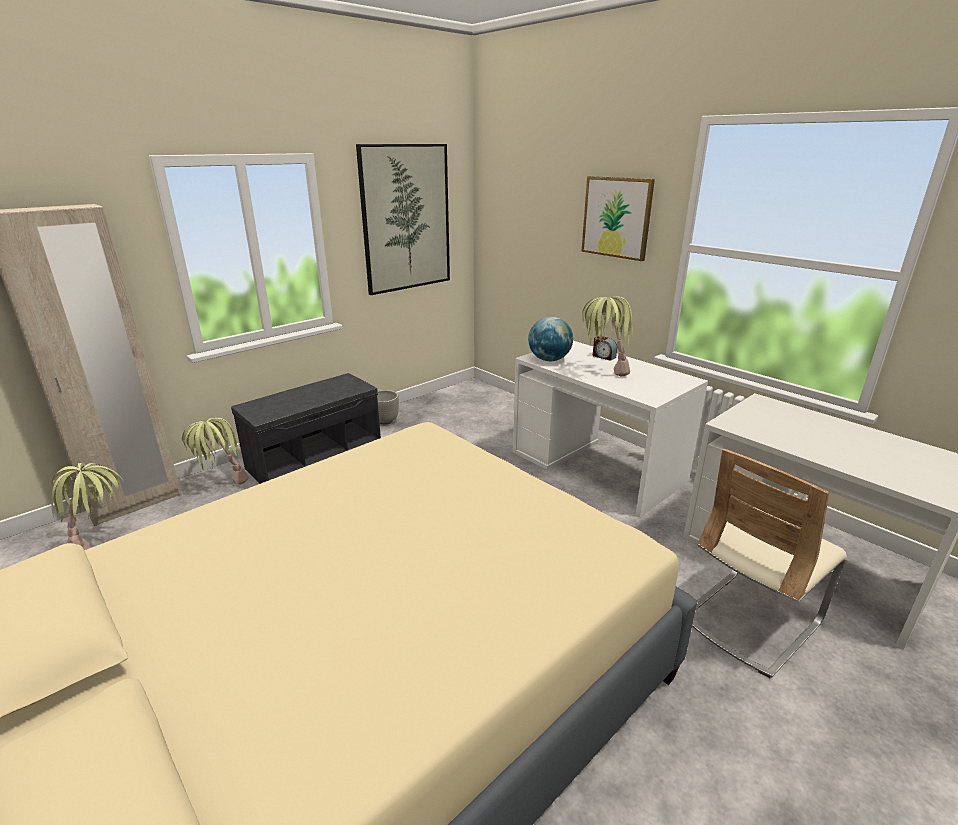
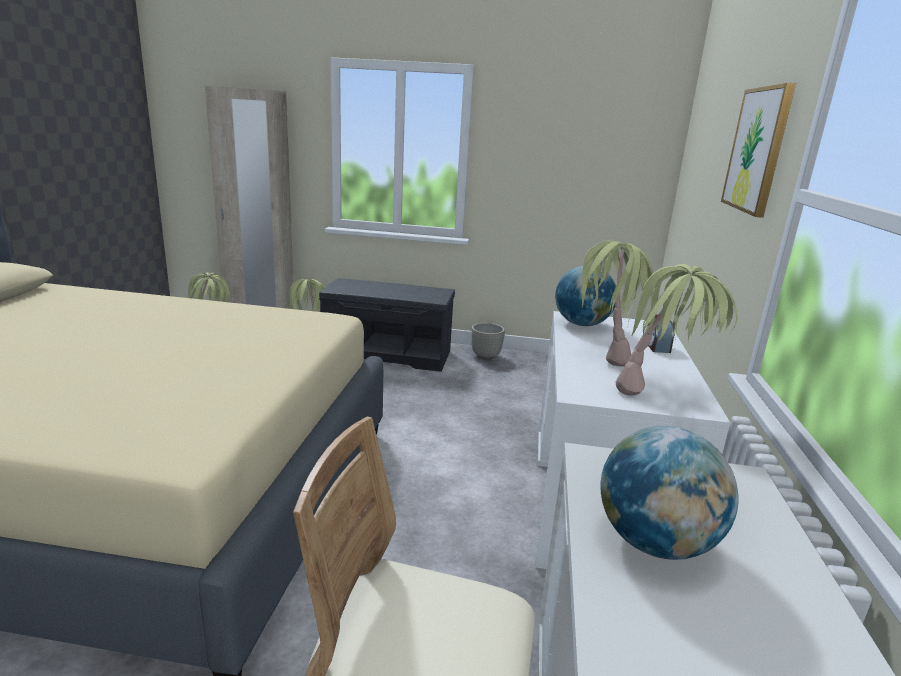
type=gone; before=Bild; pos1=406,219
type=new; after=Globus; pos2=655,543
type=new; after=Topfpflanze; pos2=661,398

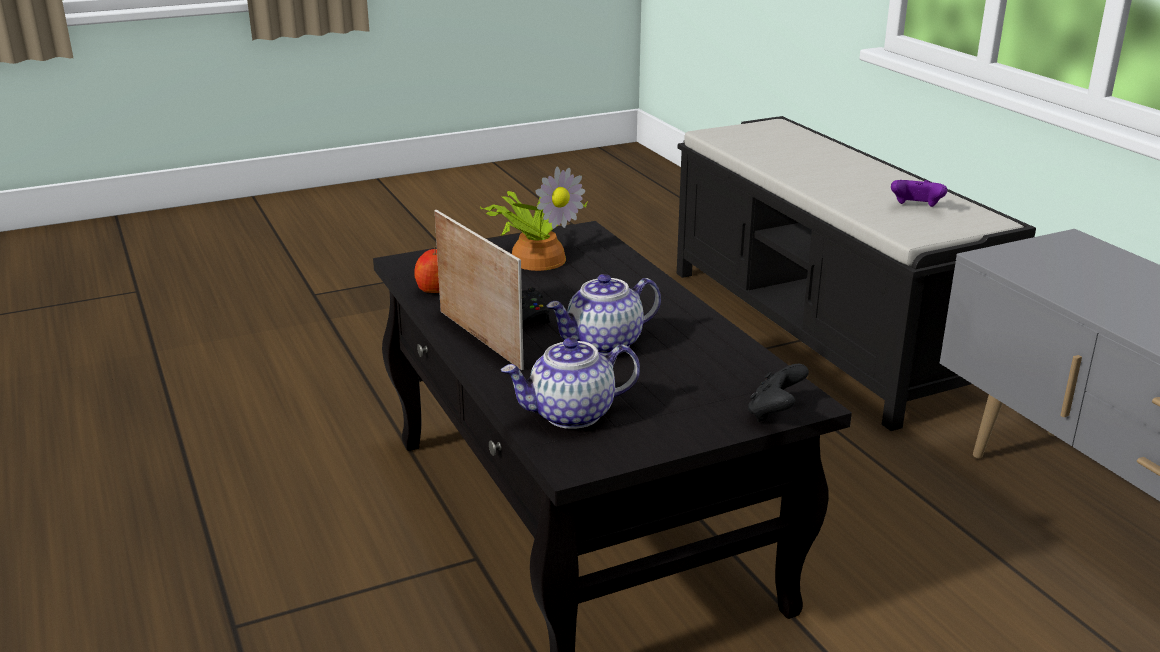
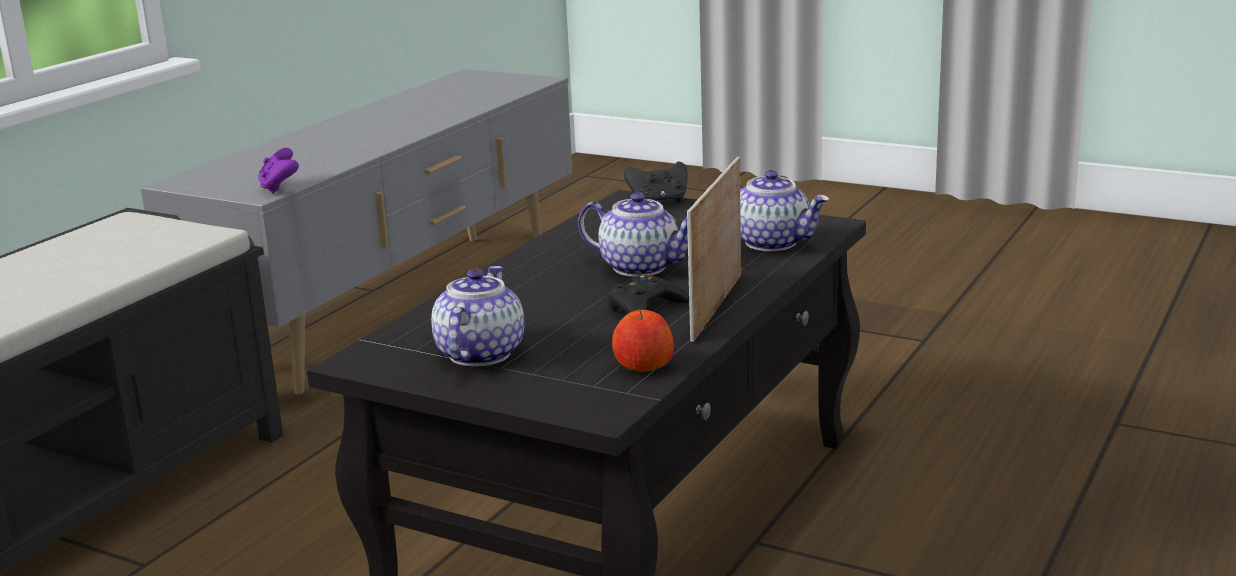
type=shifted; before=Gamepad [lila]; pos1=916,207; pos2=279,188
type=swapped; before=Topfpflanze; after=Teekanne; pos1=538,257; pos2=479,353

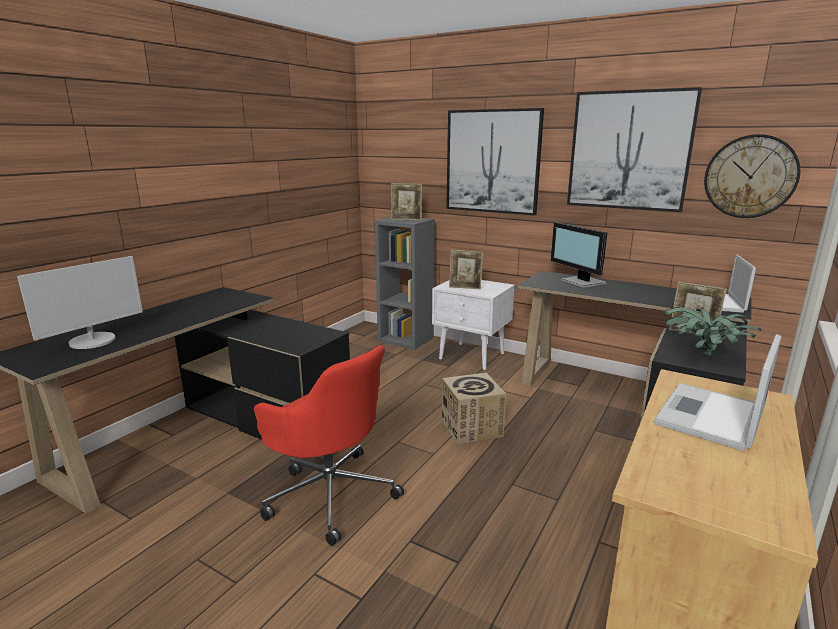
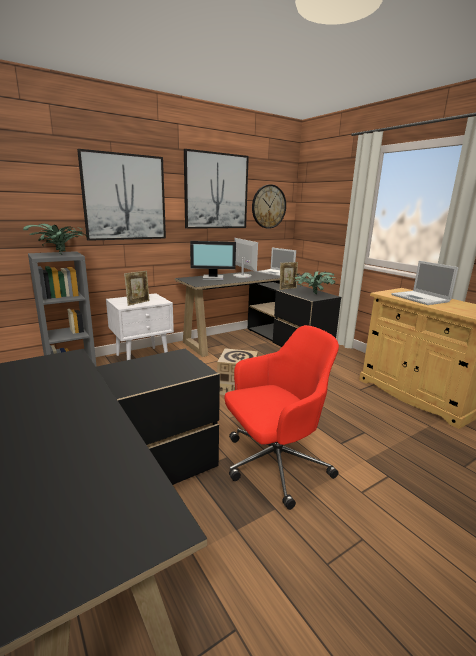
type=shifted; before=Monitor; pos1=93,341; pos2=242,276
type=swapped; before=Bilderrahmen; after=Topfpflanze; pos1=406,220; pos2=60,254

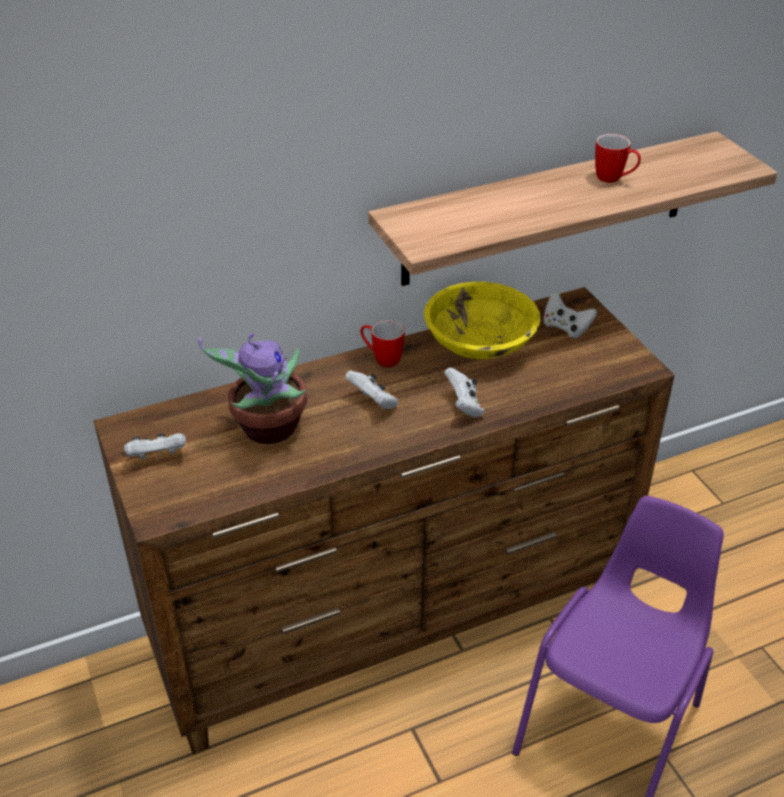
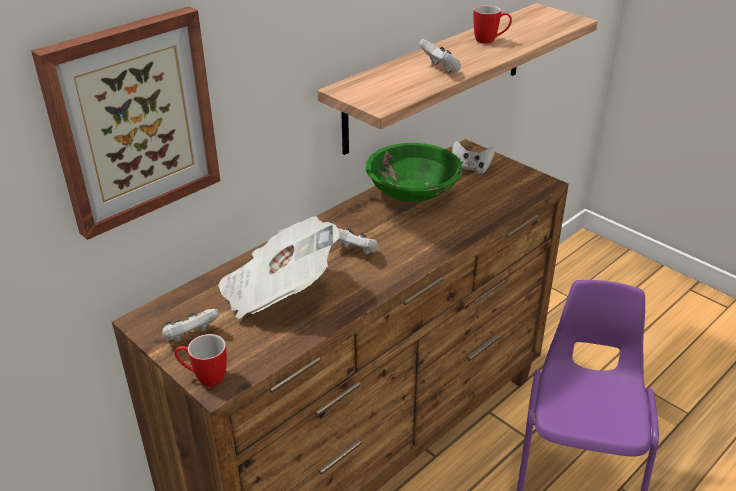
type=new; after=Bild; pos2=133,121
type=shifted; before=Henkelbecher; pos1=381,359; pos2=204,377
type=shifted; before=Gamepad [weiß]; pos1=464,406; pos2=440,69
type=swapped; before=Topfpflanze; after=Zeitung; pos1=267,429; pos2=278,292
type=repainted; before=Schüssel [gelb]; after=Schüssel [grün]; pos1=480,344; pos2=413,192

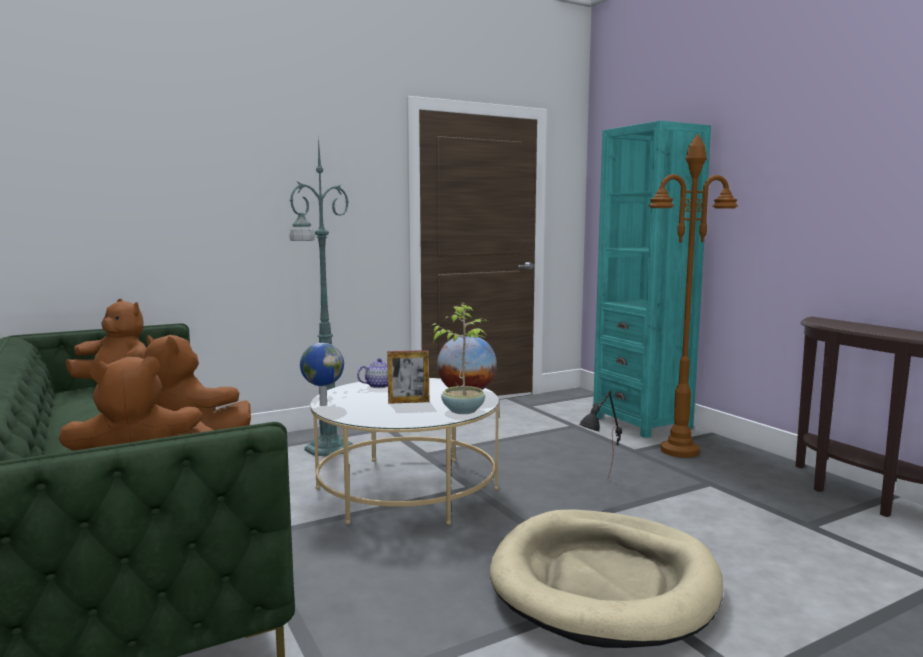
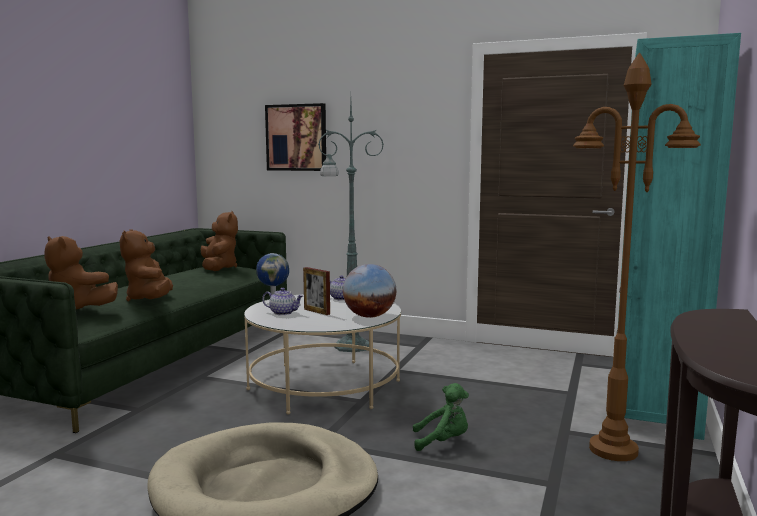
type=gone; before=Topfpflanze; pos1=463,410
type=new; after=Teekanne; pos2=283,313
type=new; after=Bild; pos2=296,137
type=swapped; before=Tischlampe [schwarz]; after=Plüschtier [grün]; pos1=601,488; pos2=443,442

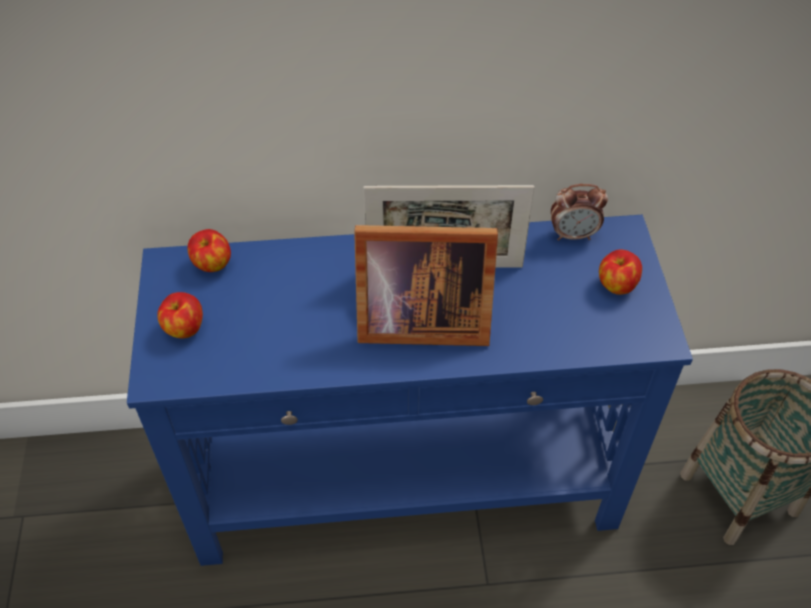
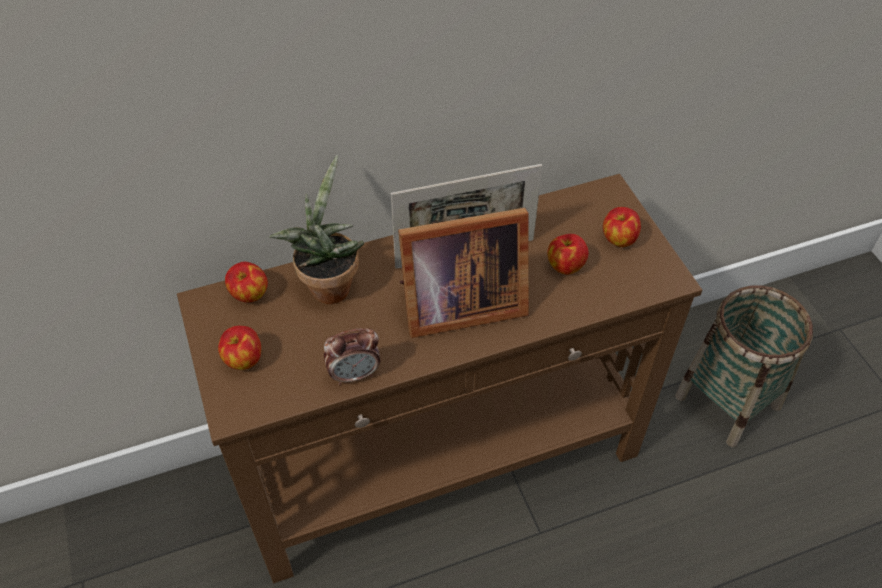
type=new; after=Topfpflanze; pos2=328,284
type=new; after=Apfel; pos2=565,266
type=shifted; before=Wecker; pos1=573,235; pos2=354,374
type=repainted; before=Konsolentisch [blau]; after=Konsolentisch [braun]; pos1=407,482; pos2=442,459

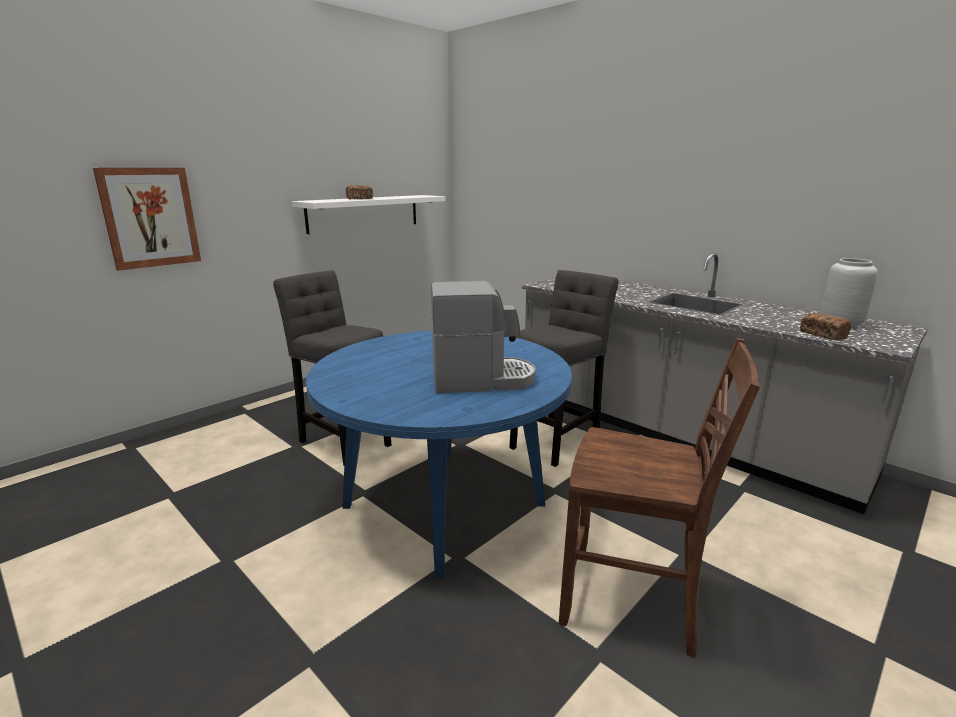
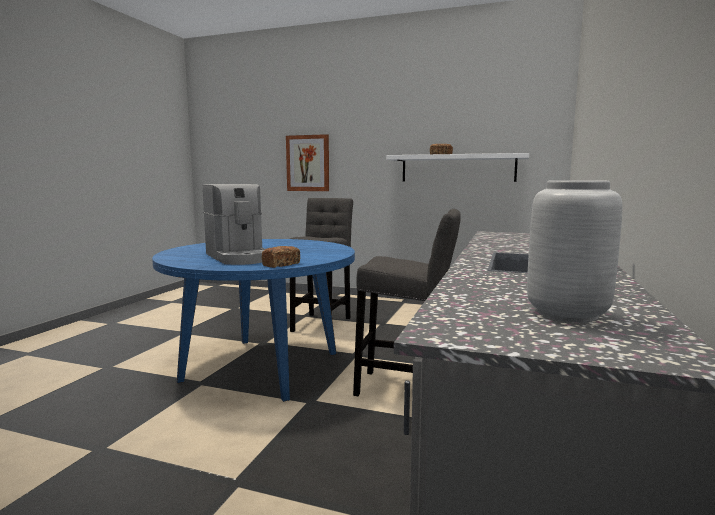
type=gone; before=Stuhl [braun]; pos1=632,603
type=shifted; before=Brot; pos1=822,334; pos2=281,264

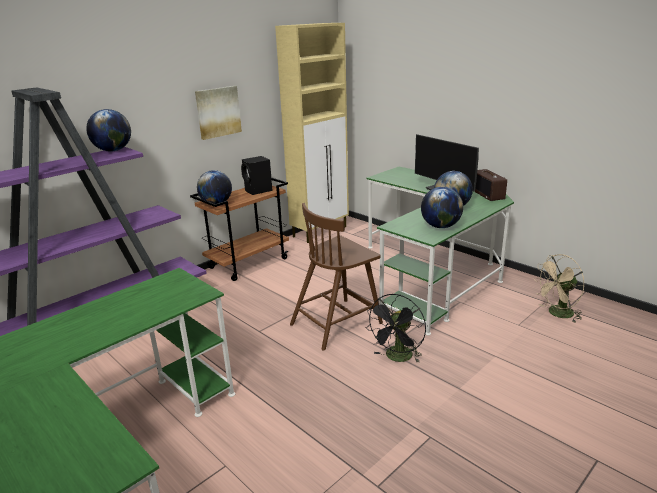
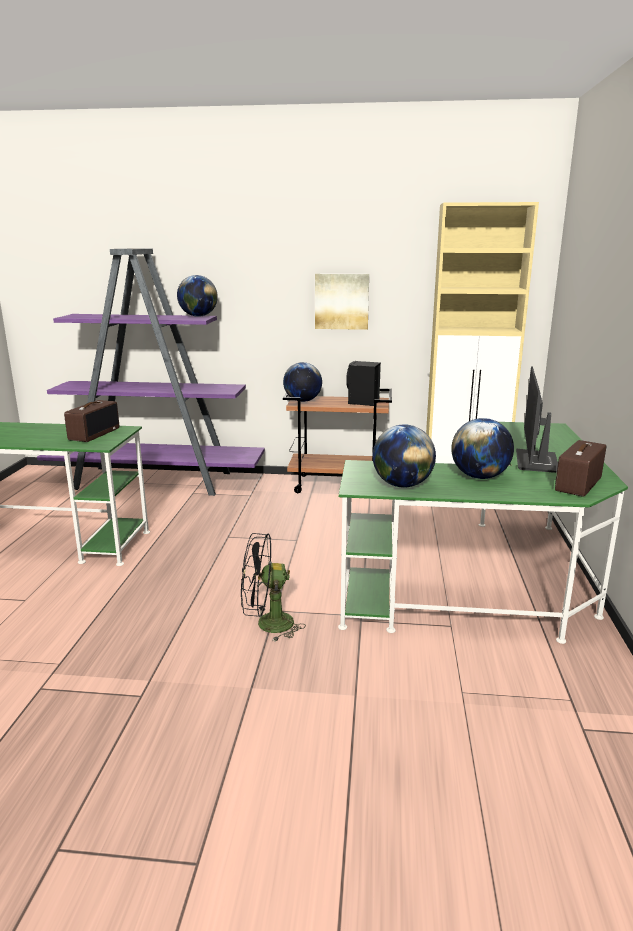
type=gone; before=Stuhl [braun]; pos1=337,323
type=gone; before=Ventilator [beige]; pos1=557,314
type=new; after=Radio; pos2=94,434

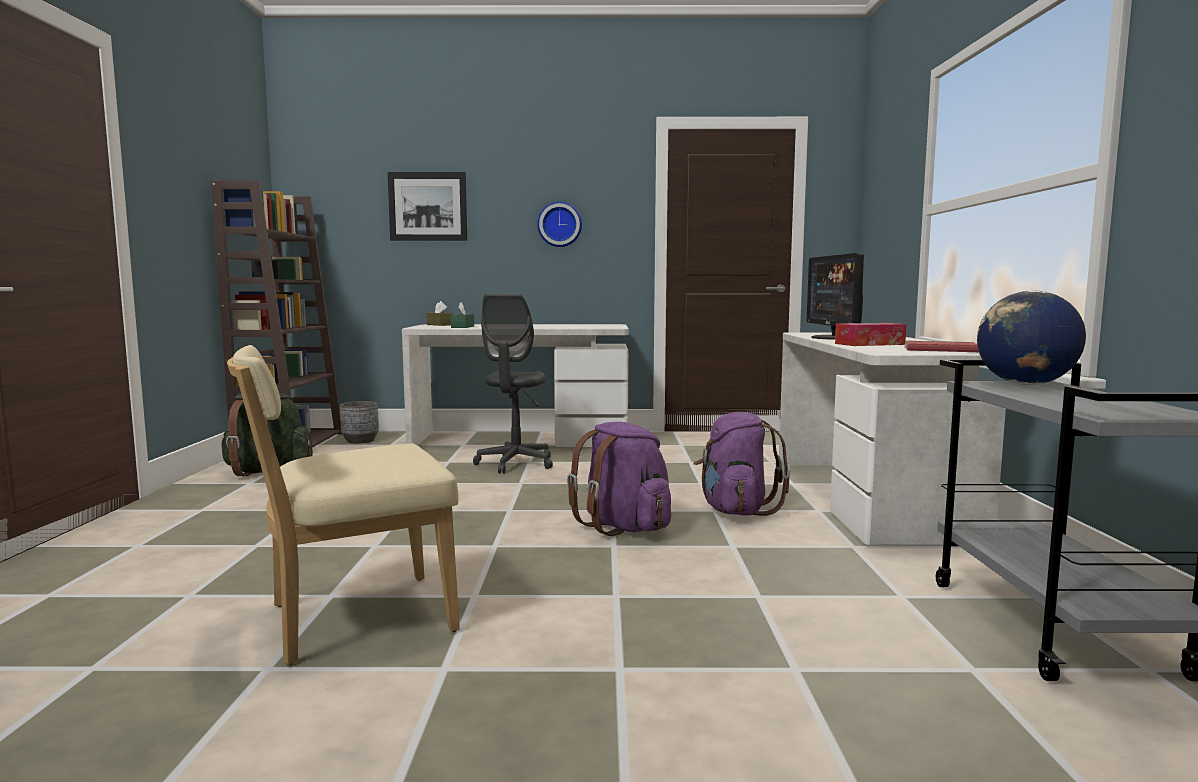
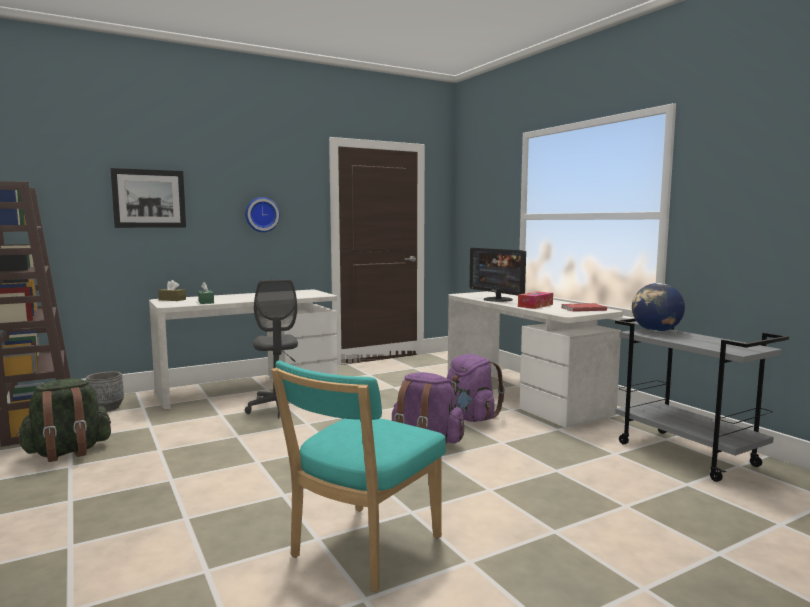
type=repainted; before=Stuhl [beige]; after=Stuhl [türkis]; pos1=351,619; pos2=361,550

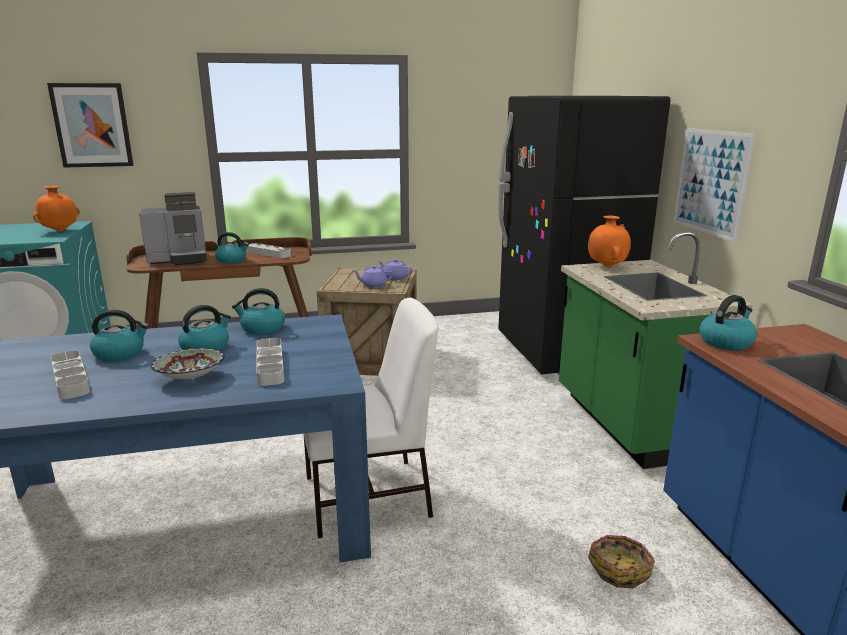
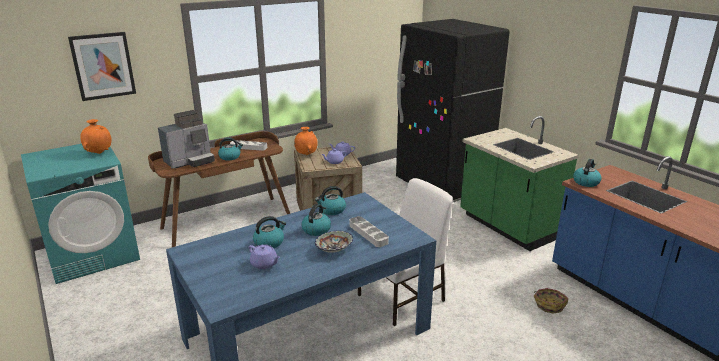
type=gone; before=Bild; pos1=711,182
type=shifted; before=Vase [orange]; pos1=606,266; pos2=306,155
type=swapped; before=Tablett [grau]; after=Teekanne [lila]; pos1=70,378; pos2=264,264

